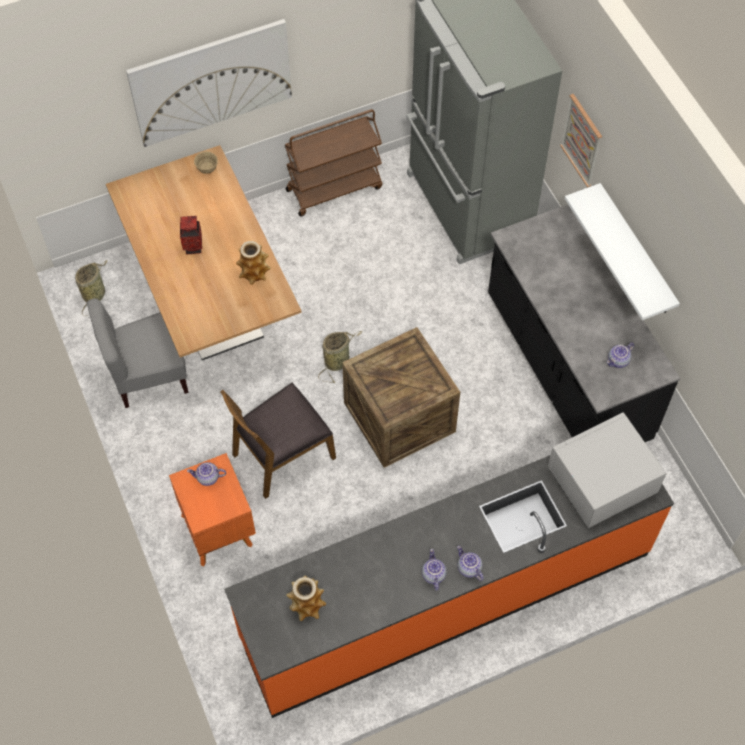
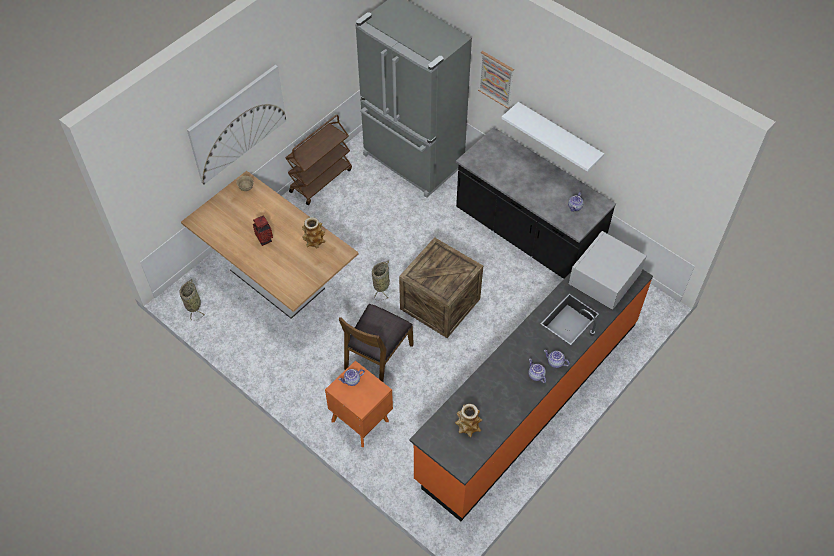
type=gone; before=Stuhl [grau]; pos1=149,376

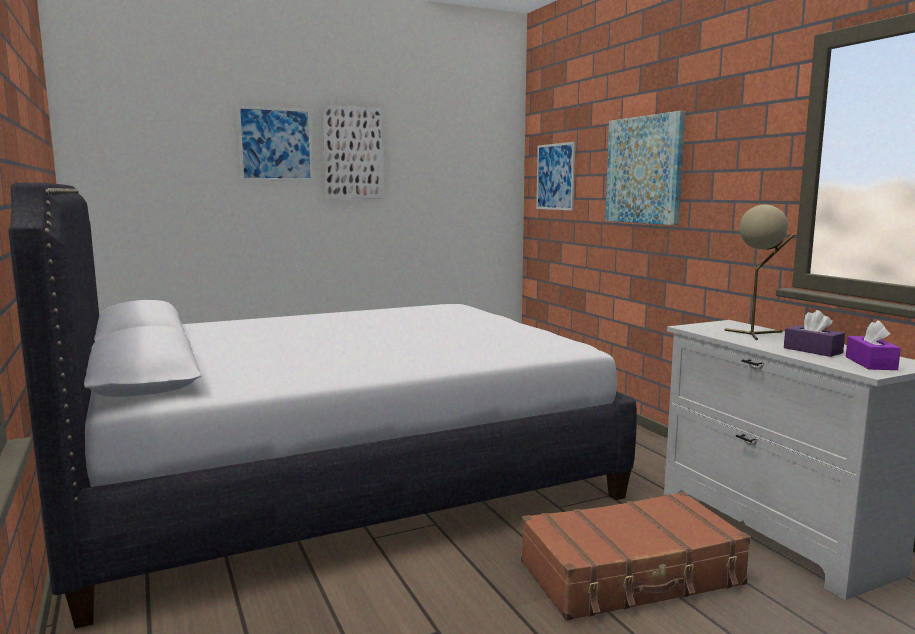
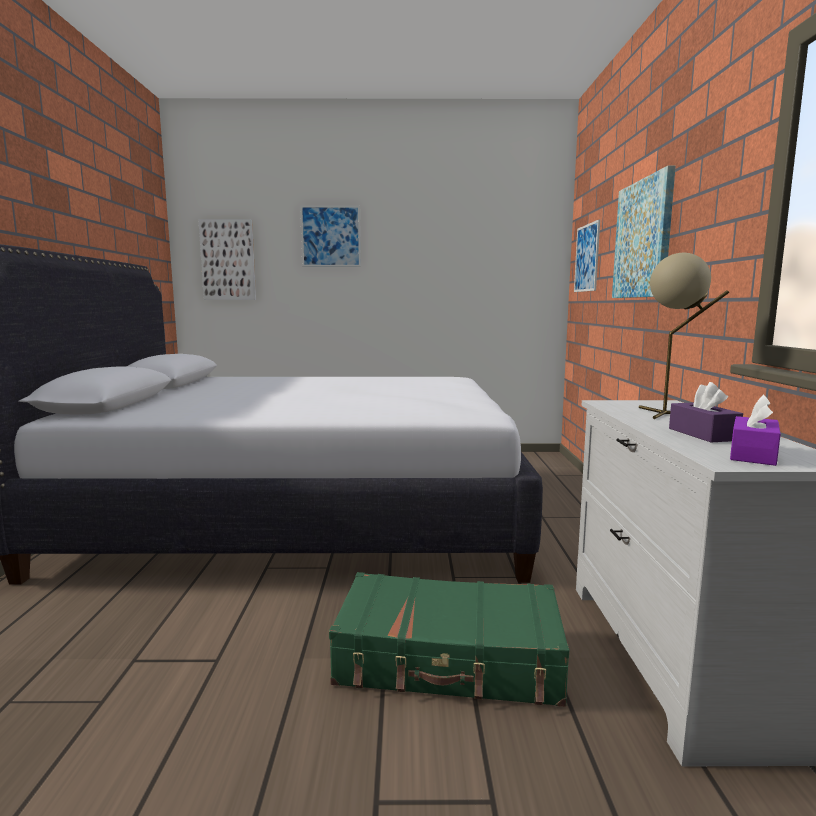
type=shifted; before=Bild; pos1=353,153; pos2=228,260
type=repainted; before=Koffer [braun]; after=Koffer [grün]; pos1=632,574; pos2=449,659

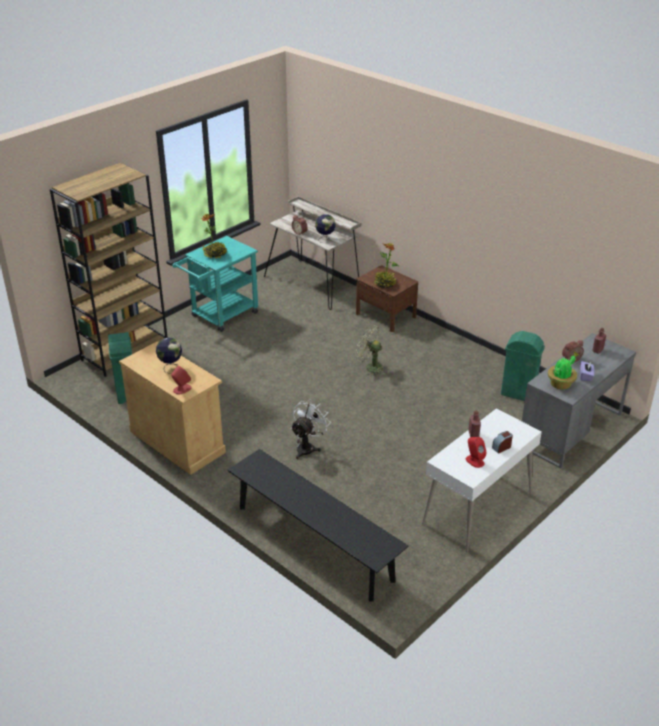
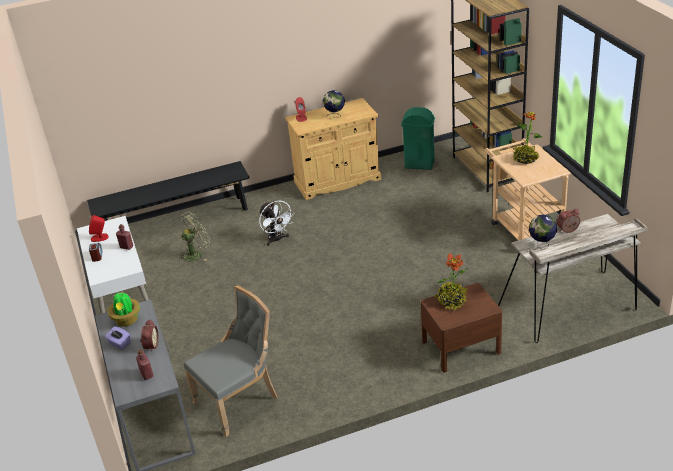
type=shifted; before=Ventilator [grün]; pos1=370,367; pos2=196,254
type=swapped; before=Mülleimer [grün]; after=Stuhl [grau]; pos1=517,393; pos2=240,400
type=repainted; before=Rollwagen [türkis]; after=Rollwagen [beige]; pos1=220,316; pos2=523,228

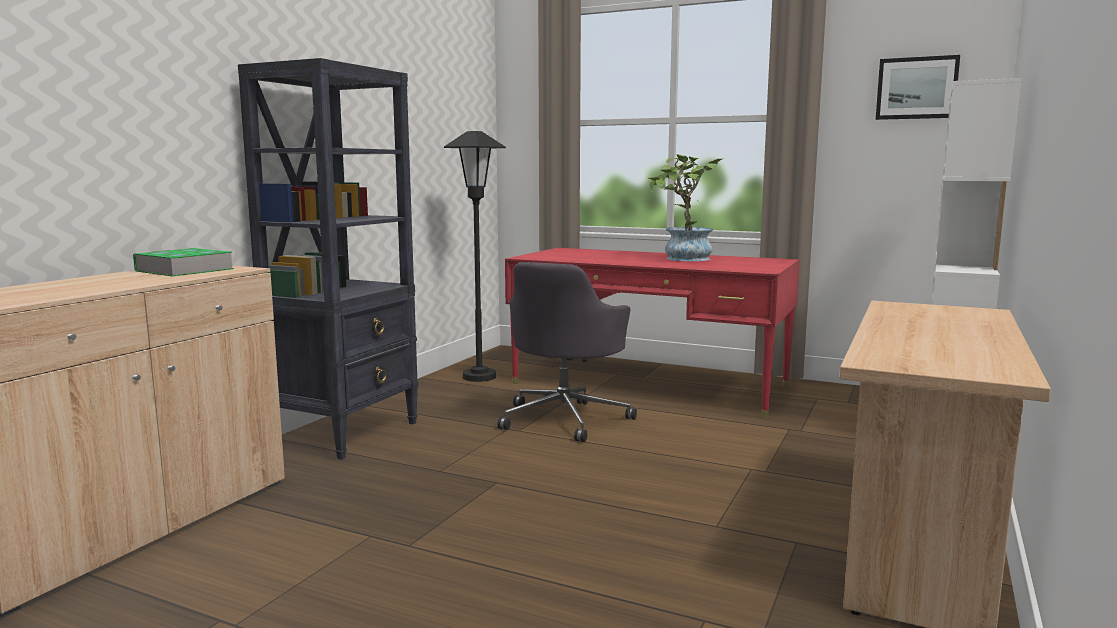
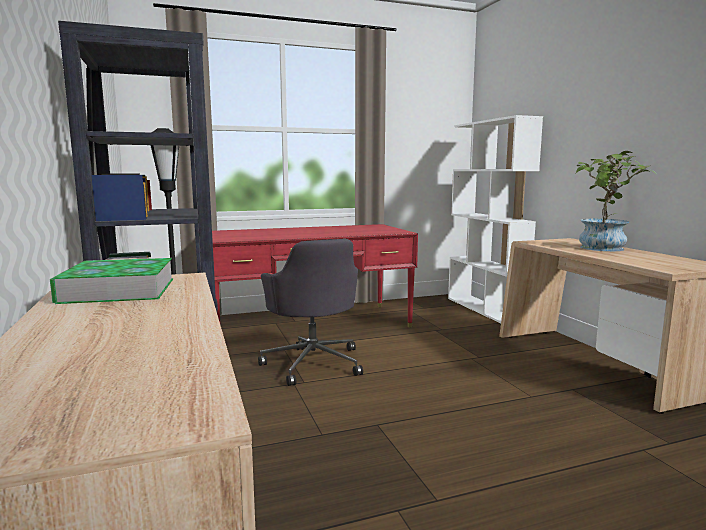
type=gone; before=Bild; pos1=916,88
type=shifted; before=Topfpflanze; pos1=683,259; pos2=604,249

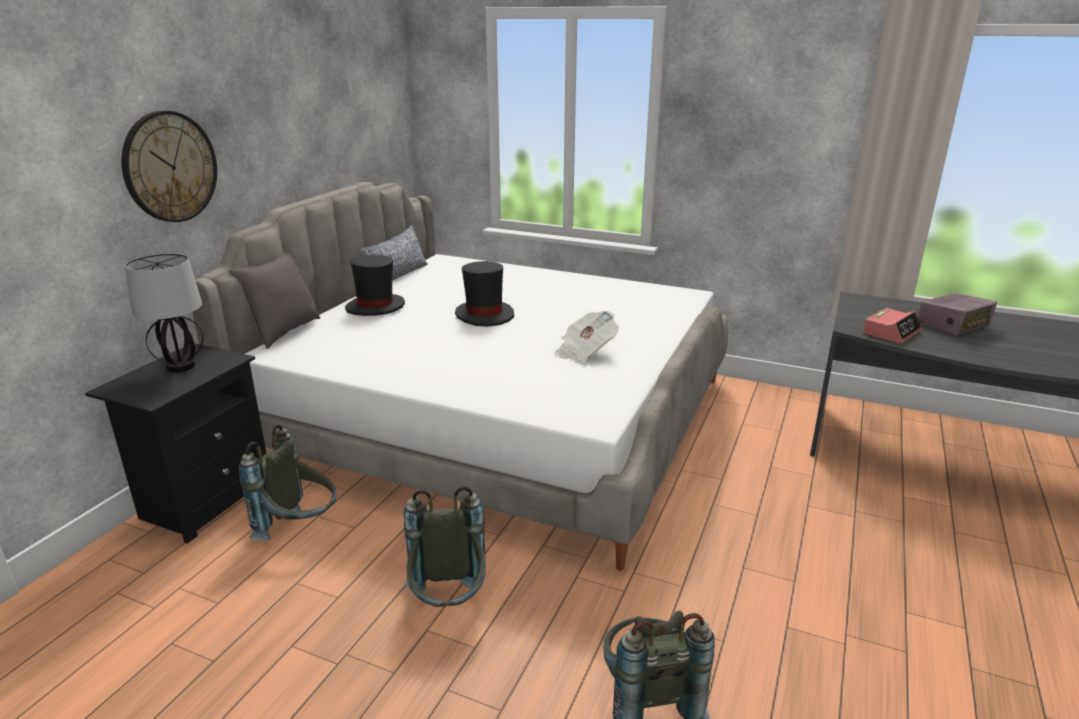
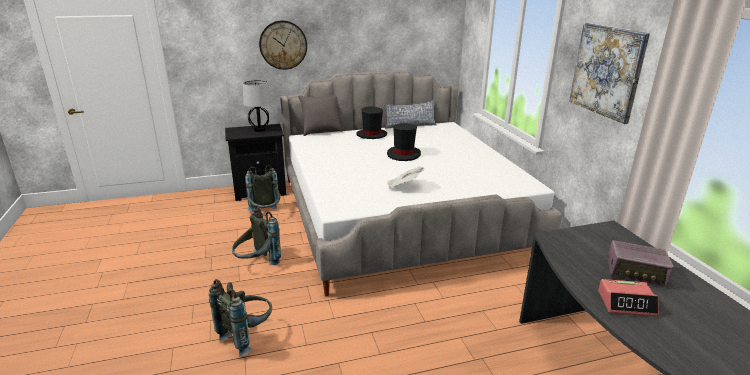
type=new; after=Bild; pos2=607,71
type=shifted; before=Wecker; pos1=891,332; pos2=626,303

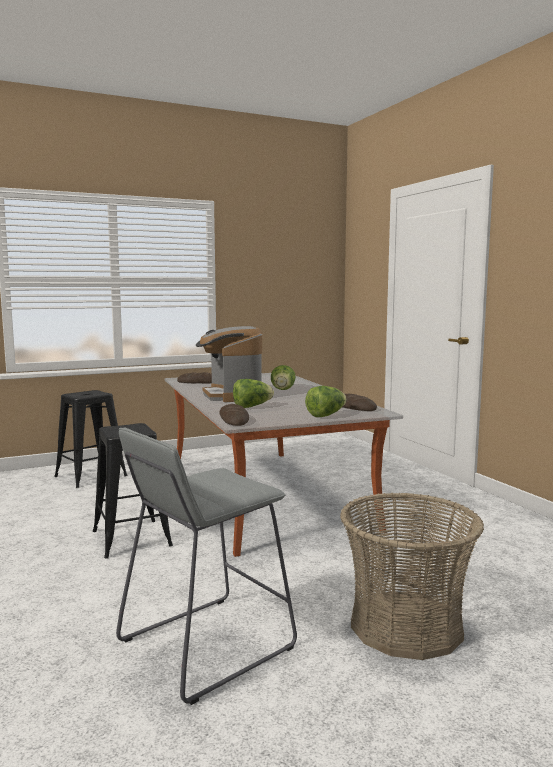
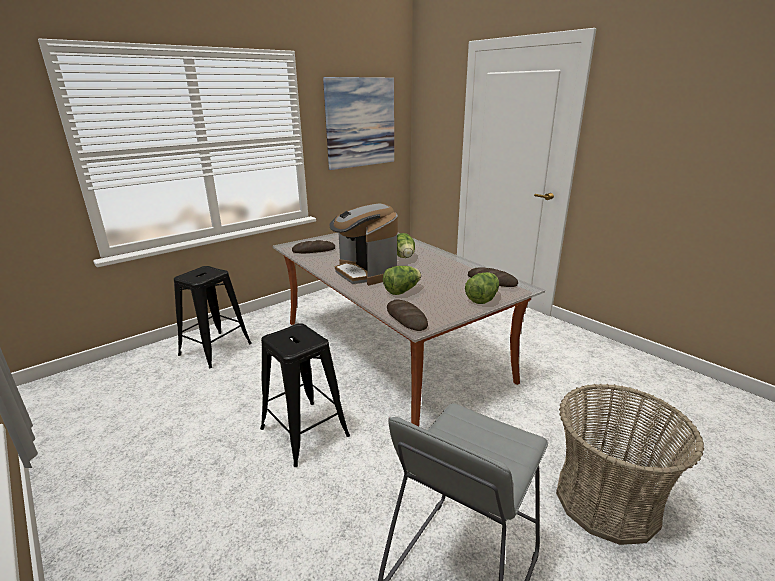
type=new; after=Bild; pos2=360,123

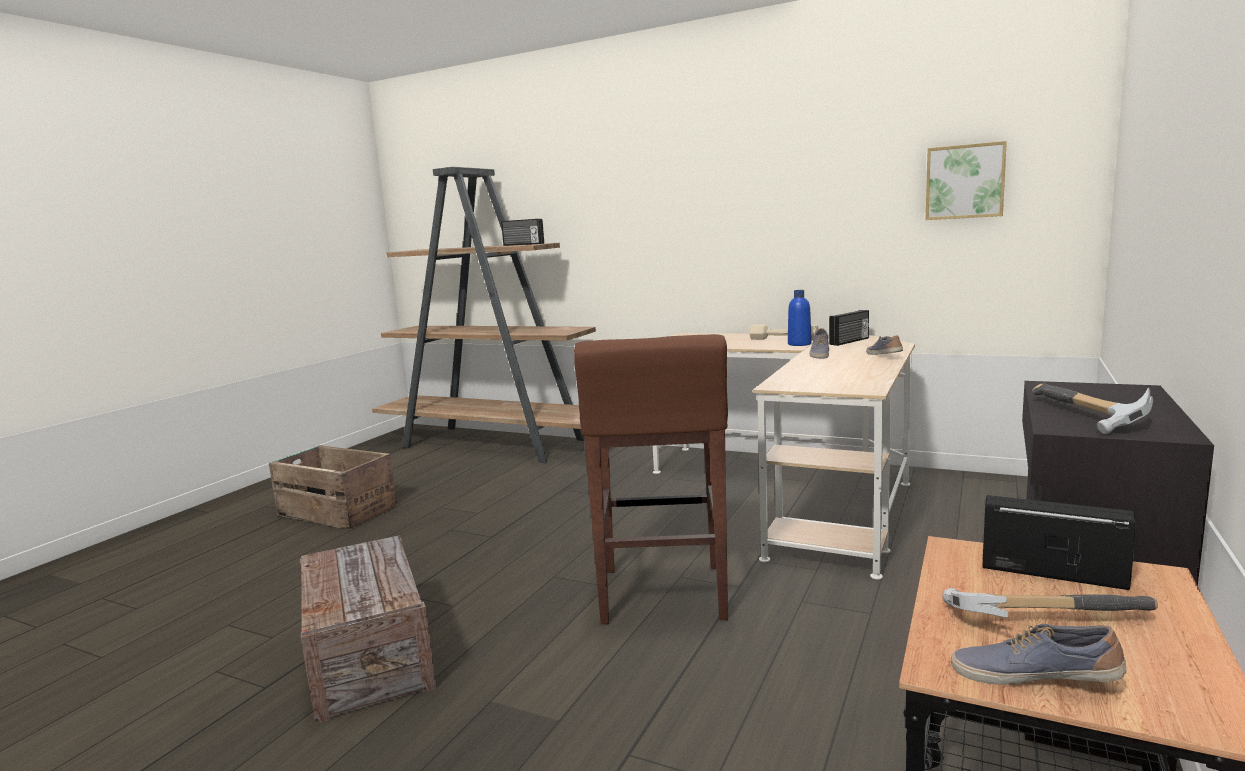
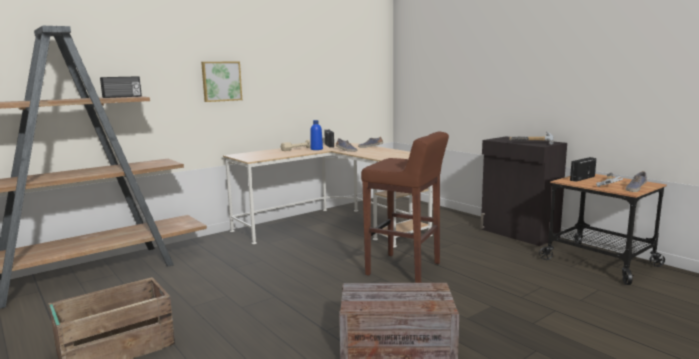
type=shifted; before=Bild; pos1=965,182; pos2=221,81

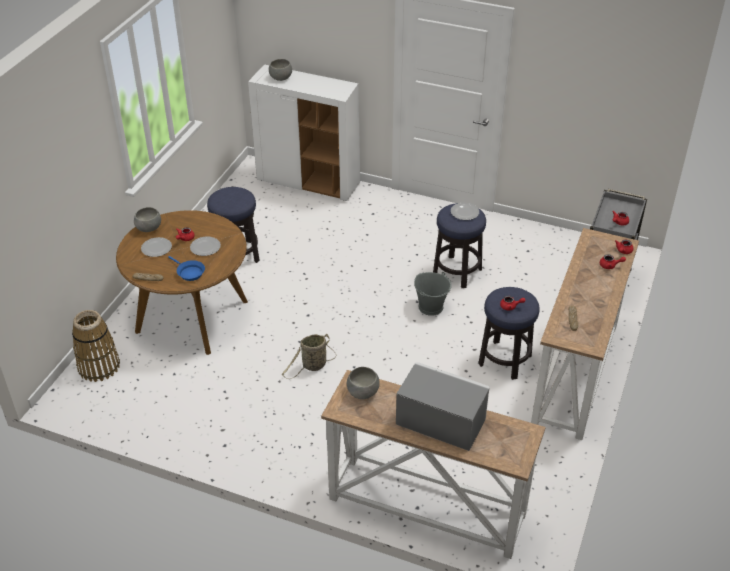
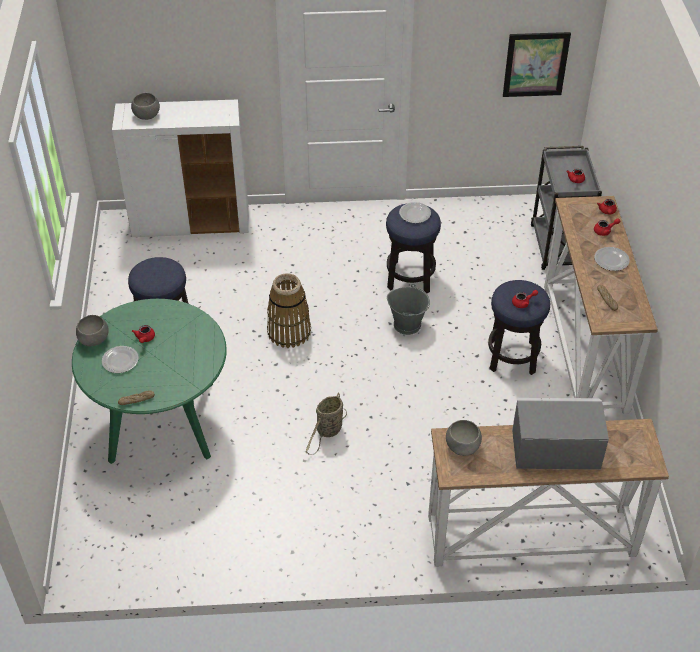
type=gone; before=Pfanne [blau]; pos1=189,272
type=new; after=Bild; pos2=535,64
type=shifted; before=Korb; pos1=99,366; pos2=289,332
type=shifted; before=Teller; pos1=205,247; pos2=612,260
type=repainted; before=Esstisch [braun]; after=Esstisch [grün]; pos1=192,316; pos2=162,421

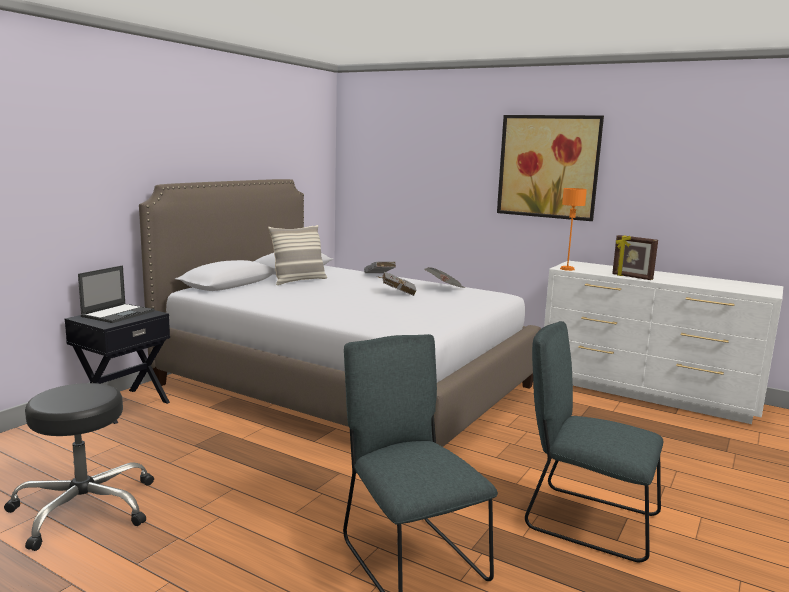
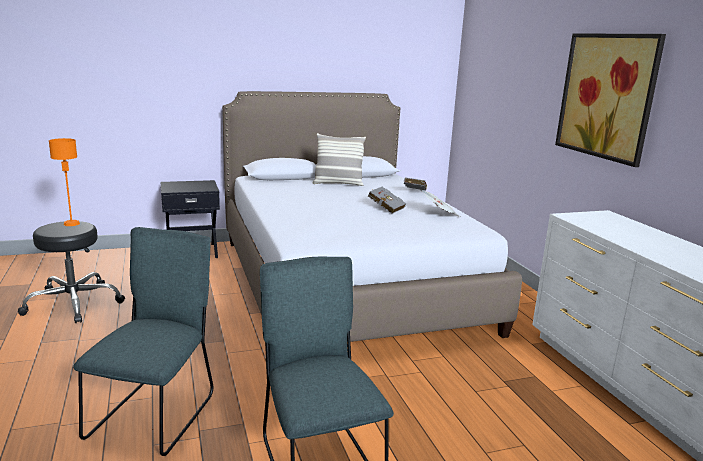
type=gone; before=Laptop; pos1=118,313
type=gone; before=Bilderrahmen; pos1=632,277
type=shifted; before=Tischlampe [orange]; pos1=567,269; pos2=71,223

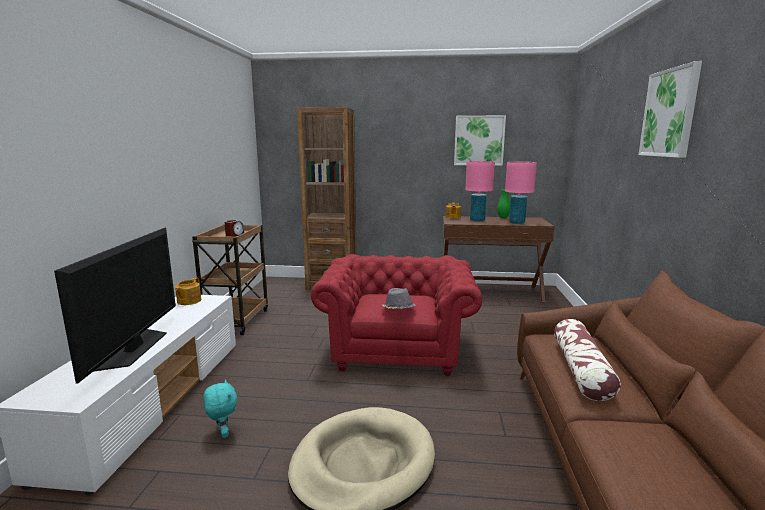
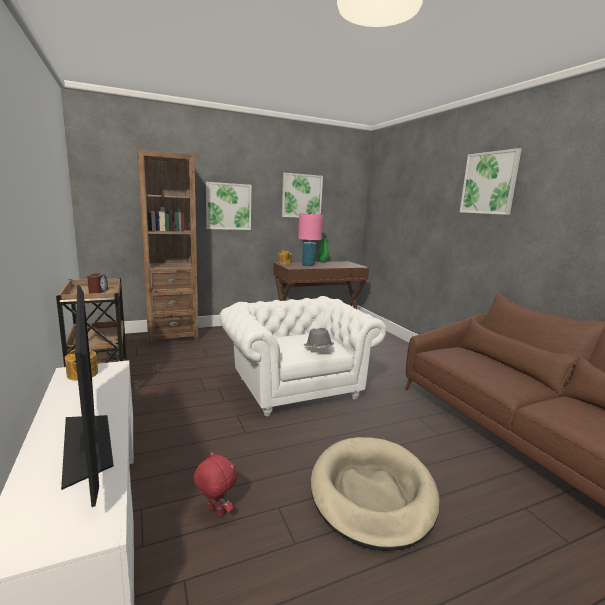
type=gone; before=Tischlampe [rosa]; pos1=517,223
type=gone; before=Kissen; pos1=581,370
type=new; after=Bild; pos2=228,206
type=repainted; before=Plüschtier [türkis]; after=Plüschtier [rot]; pos1=223,433; pos2=215,512
type=repainted; before=Sessel [rot]; after=Sessel [weiß]; pos1=397,349; pos2=295,386

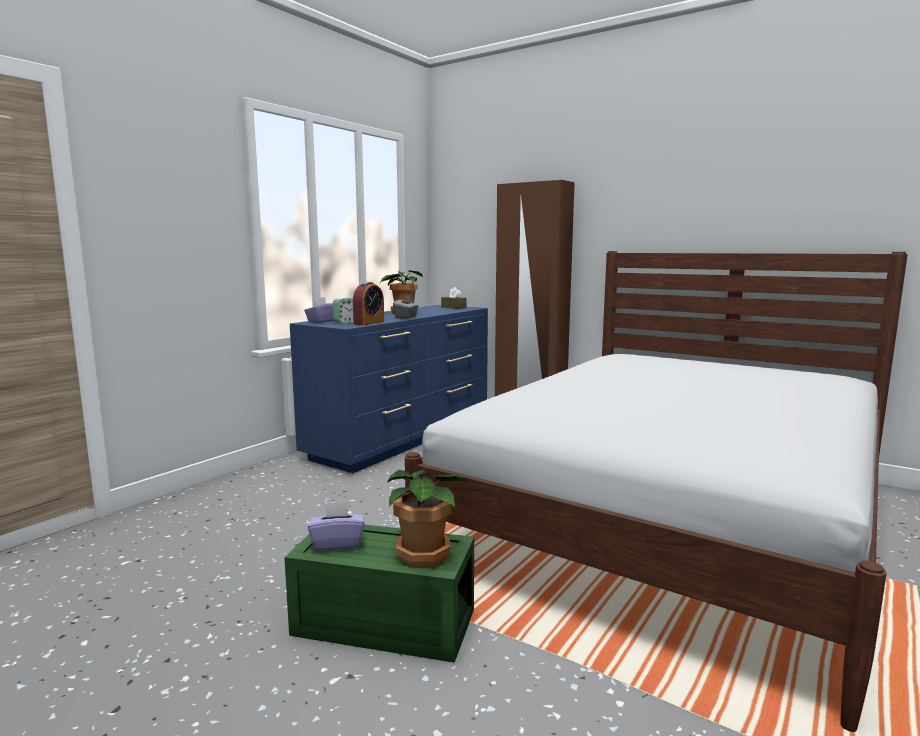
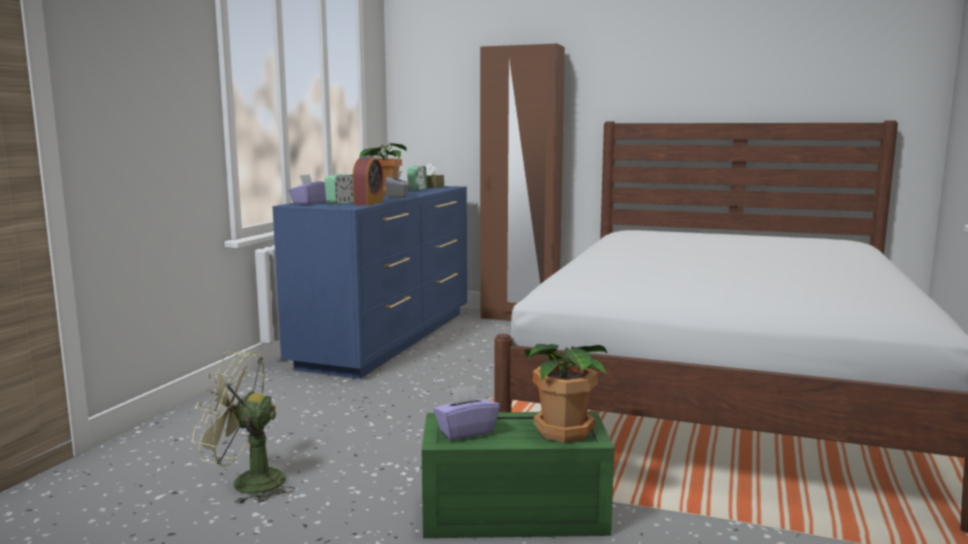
type=new; after=Ventilator [grün]; pos2=246,483
type=new; after=Wecker; pos2=417,189

